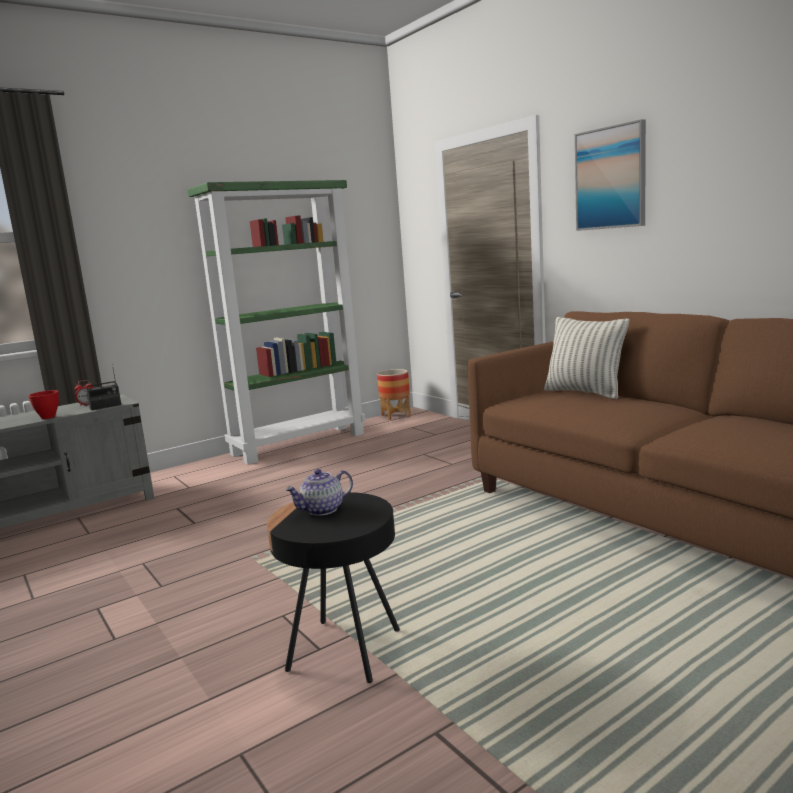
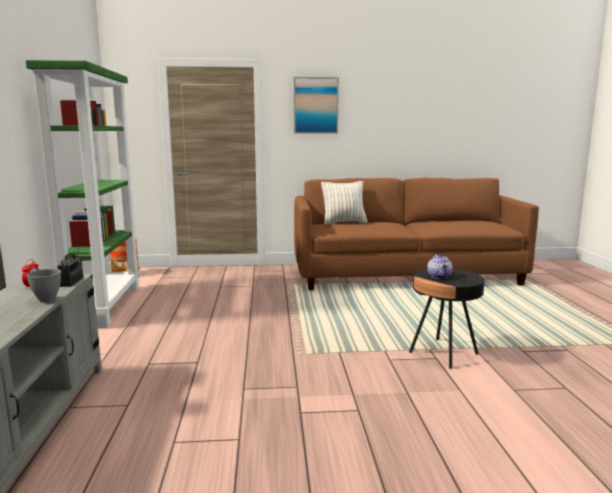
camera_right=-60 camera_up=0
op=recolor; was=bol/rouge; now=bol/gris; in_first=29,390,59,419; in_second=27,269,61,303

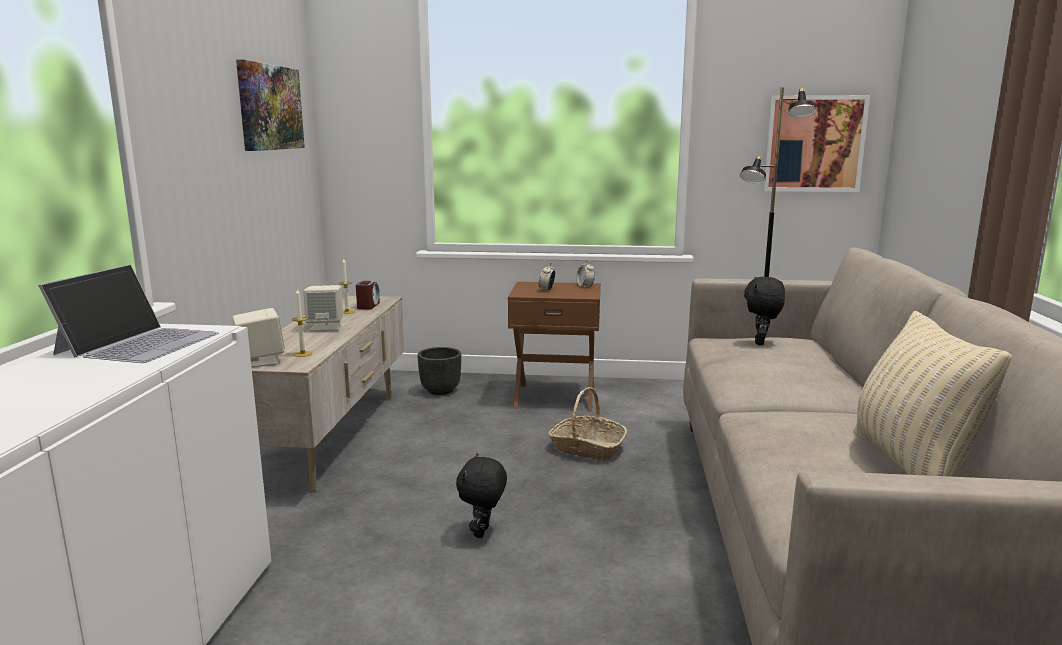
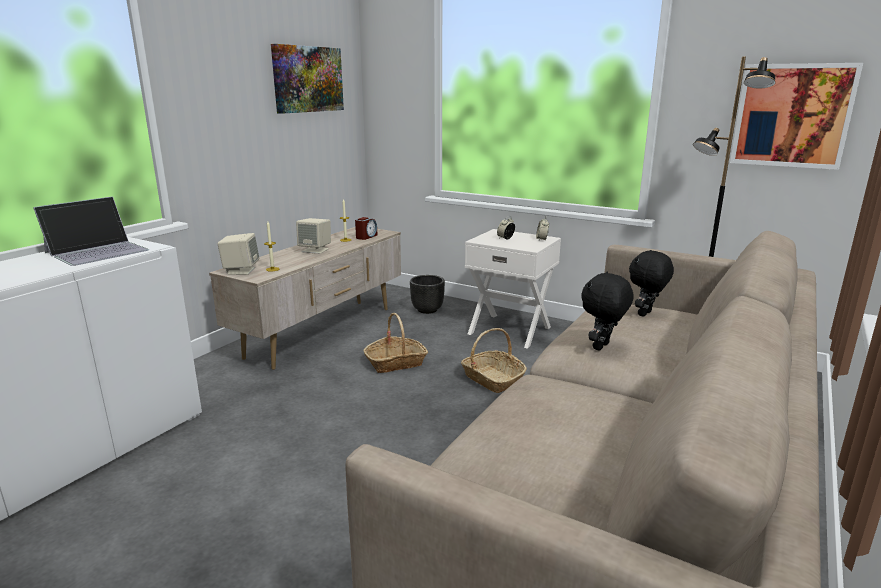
camera_right=25 camera_up=5
op=move; was=peluche/noir; in_first=456,453,507,538; in_second=581,272,634,351
op=recolor; was=table de chevet/marron; now=table de chevet/blanc; in_first=508,282,601,412; in_second=465,229,561,349
op=delete; was=coussin/beige; in_first=853,311,1012,477
op=insert; now=panier; in_second=364,313,428,373

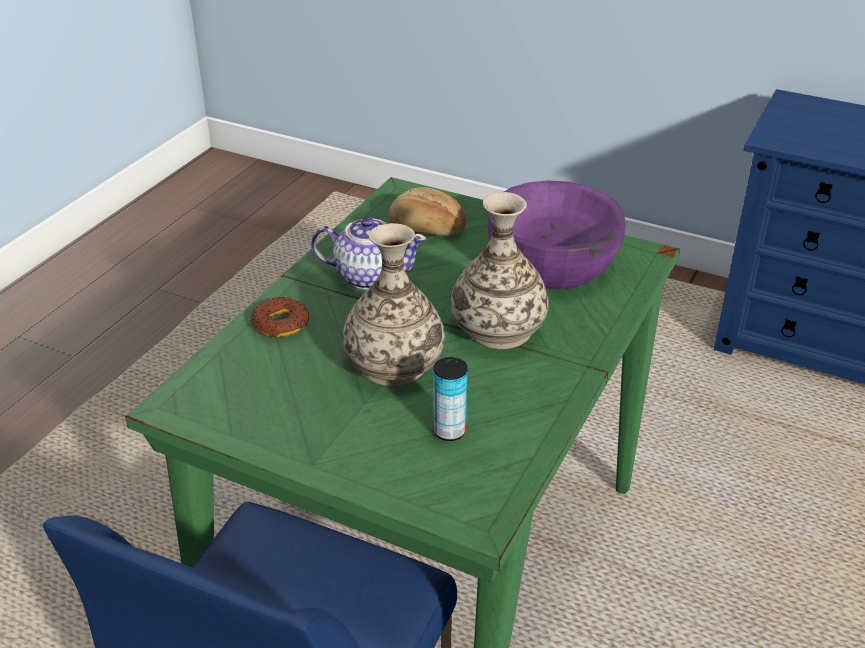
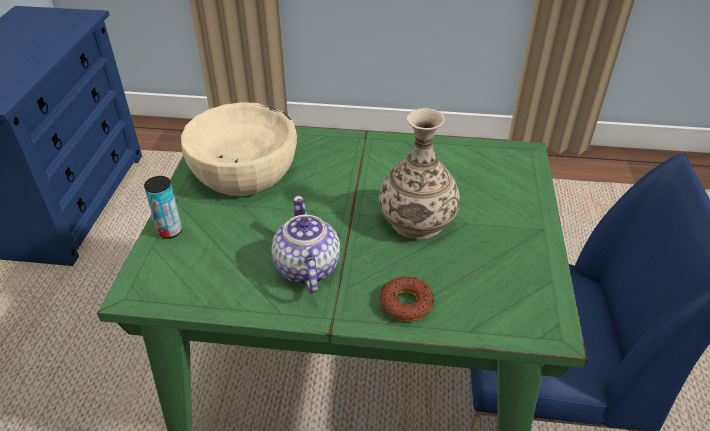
camera_right=-110 camera_up=5
op=delete; was=pain; in_first=389,187,466,236
op=move; was=boîte métallique; in_first=433,357,468,441; in_second=144,176,182,239
op=delete; was=vase; in_first=451,192,549,349
op=recolor; was=bol/violet; now=bol/beige; in_first=488,180,625,290; in_second=181,102,297,196

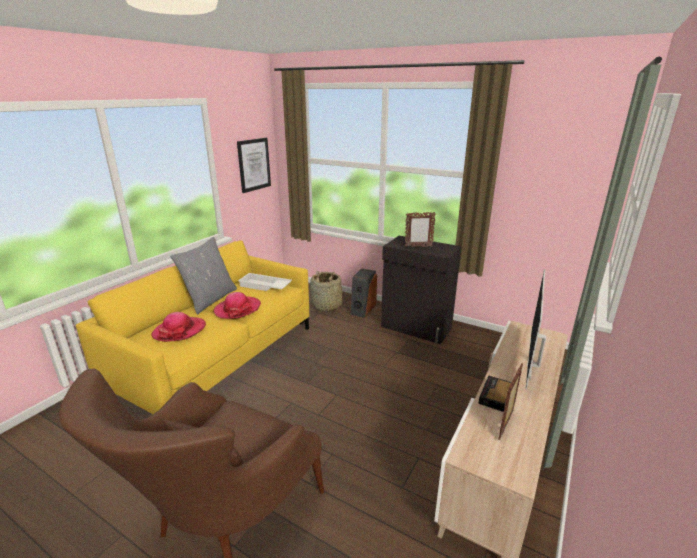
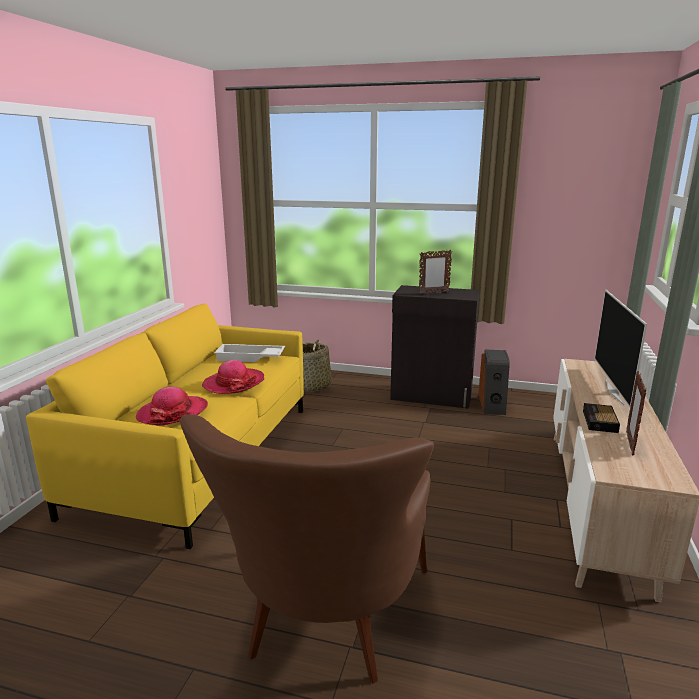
camera_right=-15 camera_up=-5
op=delete; was=coussin/gris; in_first=170,237,237,314
op=delete; was=tableau; in_first=237,138,271,193
op=move; was=enceinte; in_first=350,268,377,318; in_second=478,349,510,415

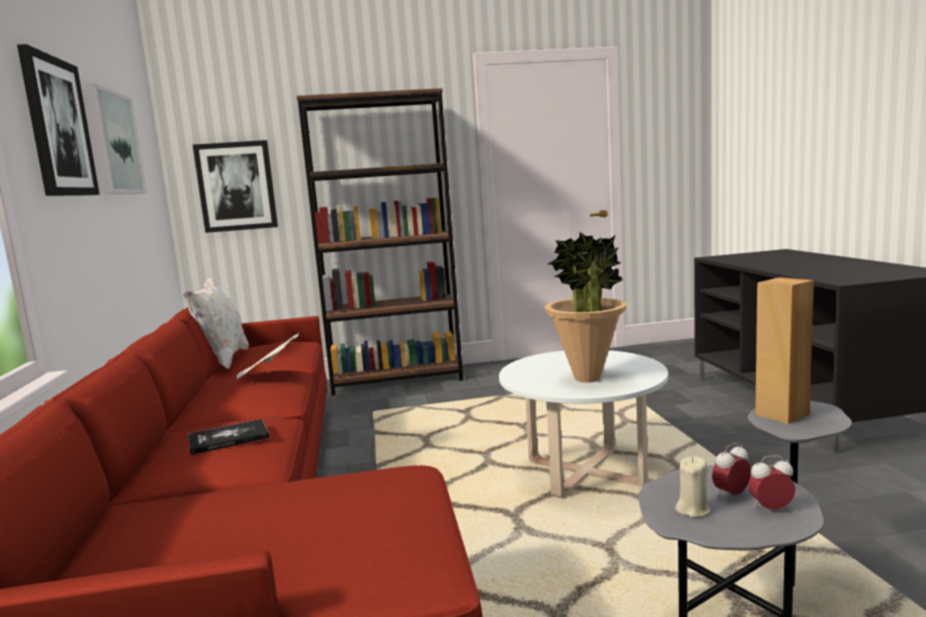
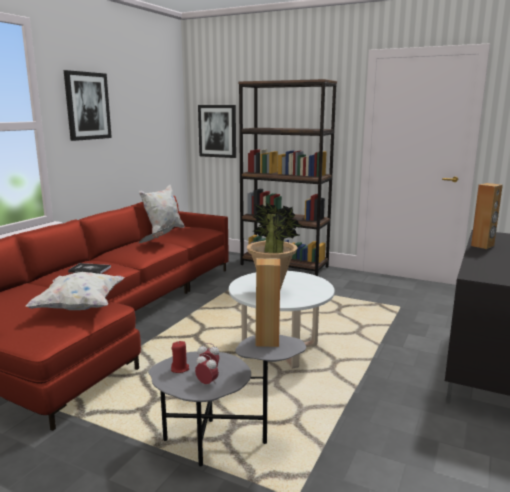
camera_right=35 camera_up=5
op=delete; was=tableau; in_first=86,83,147,194
op=recolor; was=bougie/beige; now=bougie/rouge; in_first=675,456,711,518; in_second=171,341,189,373
op=insert; now=coussin/blanc; in_second=26,272,125,310
op=insert; now=enceinte/marron; in_second=471,183,503,249

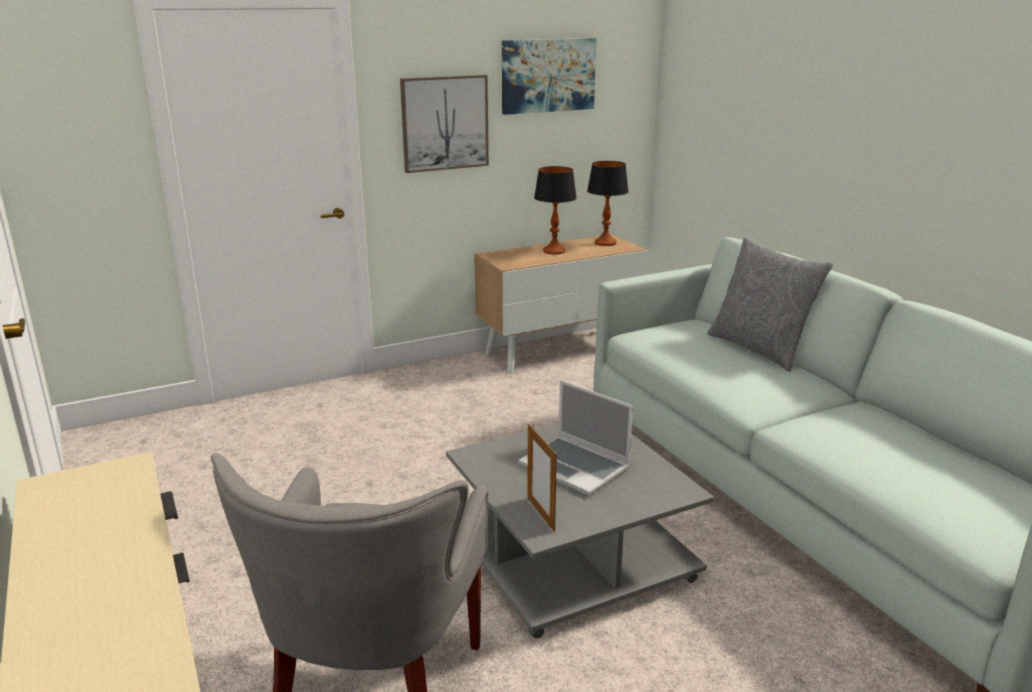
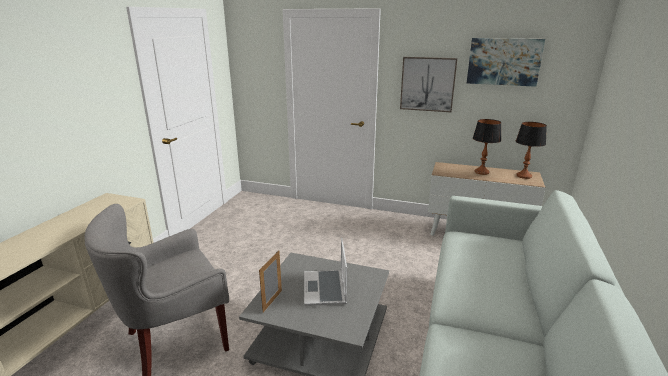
camera_right=45 camera_up=0
op=delete; was=coussin/gris; in_first=707,238,833,372

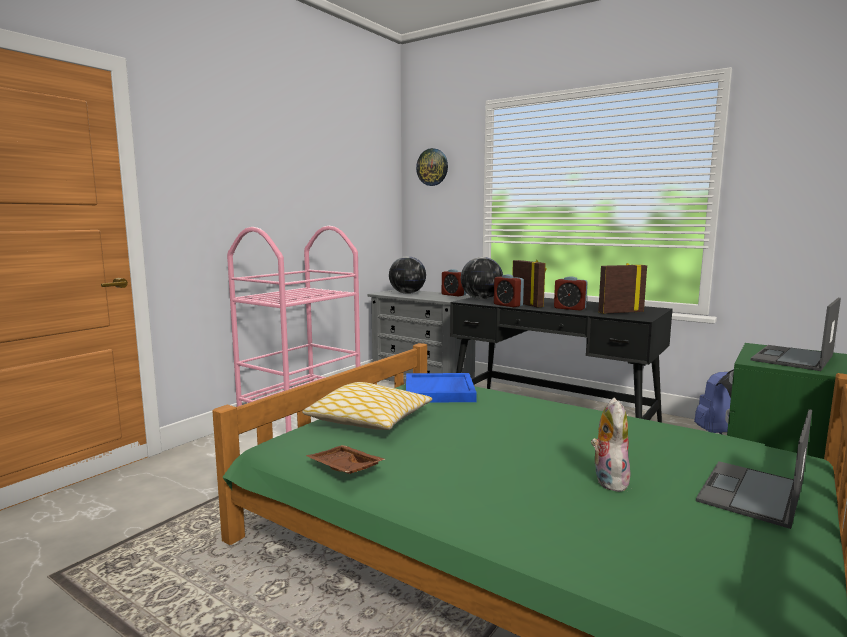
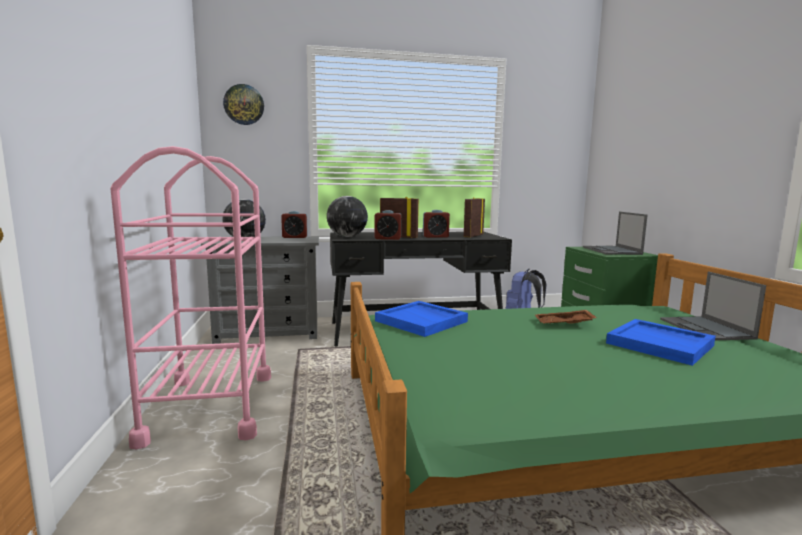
camera_right=-45 camera_up=0
op=delete; was=coussin; in_first=302,382,432,430
op=move; was=plateau/marron; in_first=306,445,385,474; in_second=535,310,597,324
op=replace; was=peluche; now=plateau/bleu; in_first=591,398,630,492; in_second=606,319,716,366

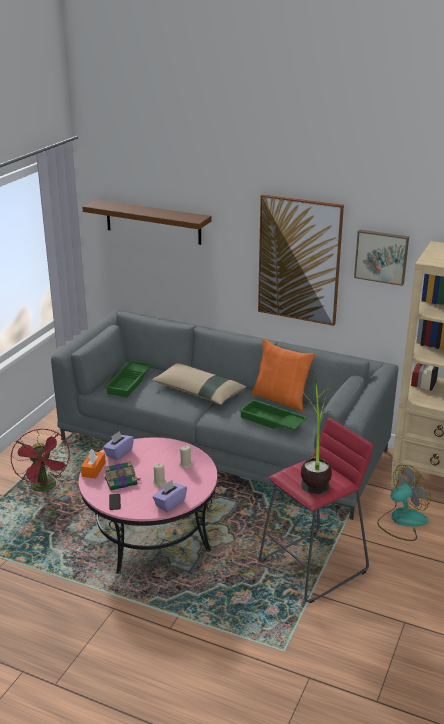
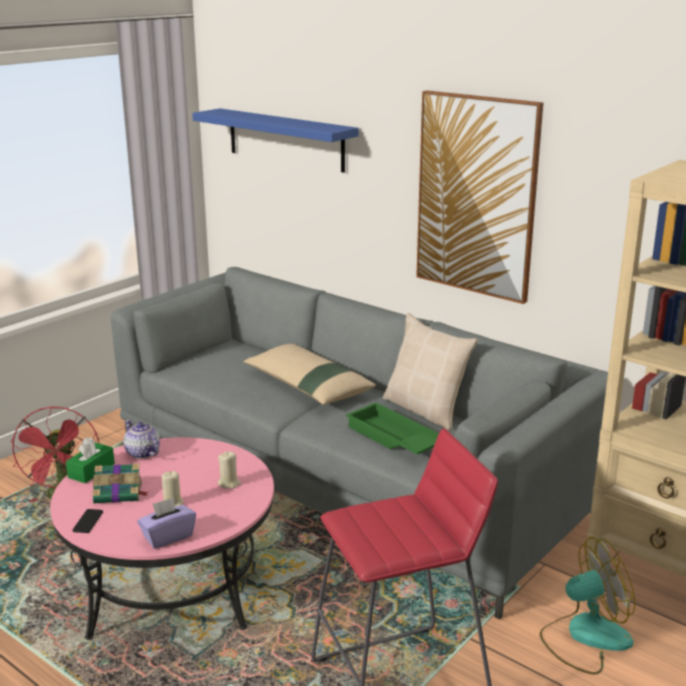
camera_right=15 camera_up=-5
op=recolor; was=boîte à mouchoirs/orange; now=boîte à mouchoirs/vert; in_first=81,449,106,479; in_second=66,437,115,484
op=recolor; was=étagère/marron; now=étagère/bleu; in_first=82,200,212,245; in_second=192,108,359,173
op=replace; was=boîte à mouchoirs/violet; now=théière; in_first=103,431,134,460; in_second=124,420,160,459
op=delete; was=plateau/vert; in_first=105,360,152,397
op=recolor; was=coussin/orange; now=coussin/beige; in_first=251,339,316,411; in_second=383,313,478,430
op=delete; was=plante en pot; in_first=301,368,334,494
op=delete; was=tableau; in_first=354,229,409,286

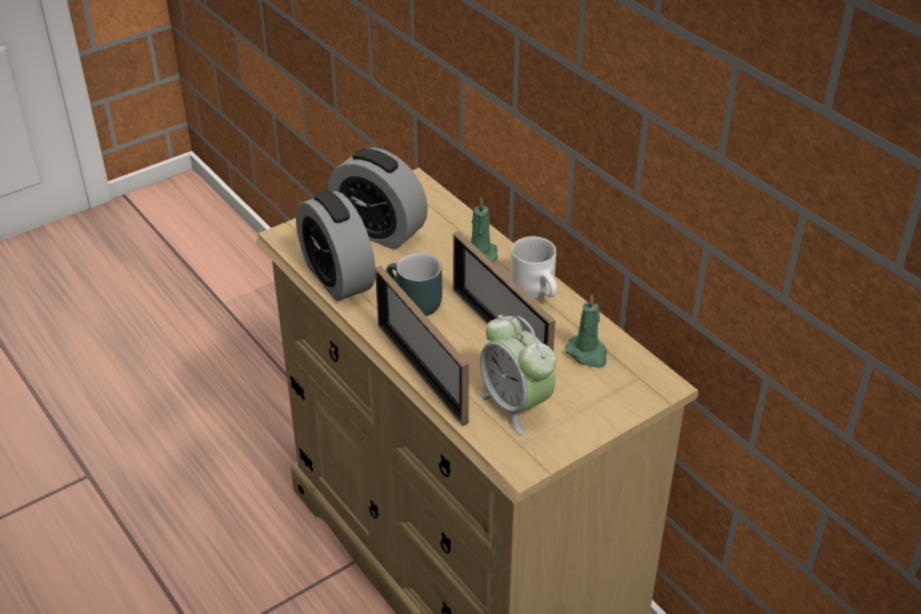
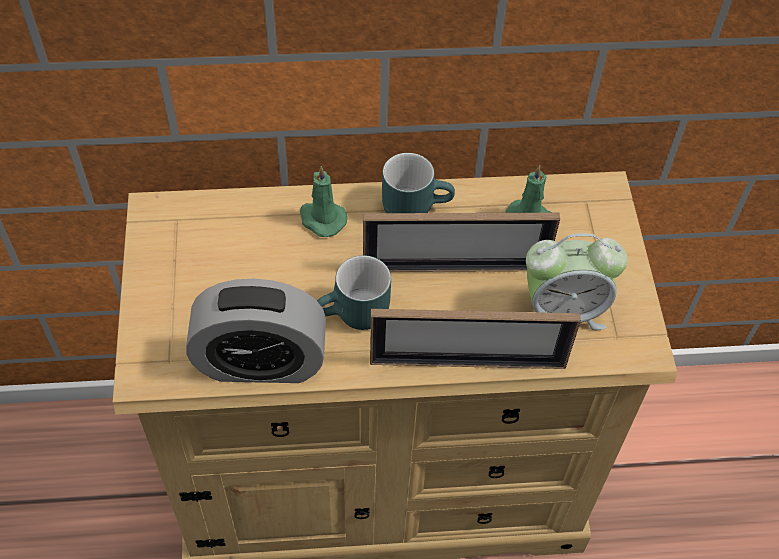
camera_right=-60 camera_up=15
op=delete; was=réveil; in_first=328,148,428,250
op=recolor; was=mug/blanc; now=mug/turquoise; in_first=511,236,557,299; in_second=382,153,455,213

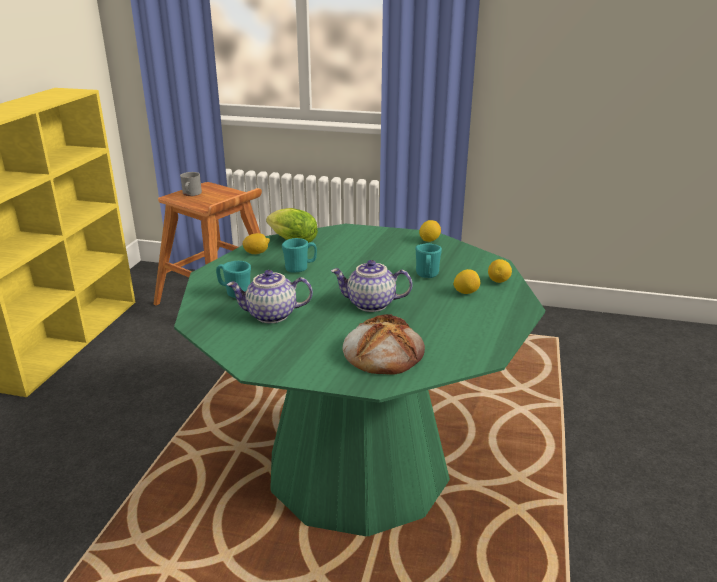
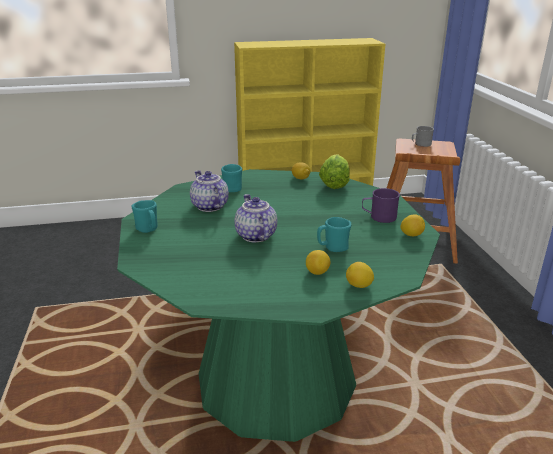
camera_right=65 camera_up=0
op=move; was=mug/turquoise; in_first=282,238,317,273; in_second=131,200,158,233
op=delete; was=pain; in_first=343,314,425,374
op=insert; now=mug/violet; in_second=362,188,400,223

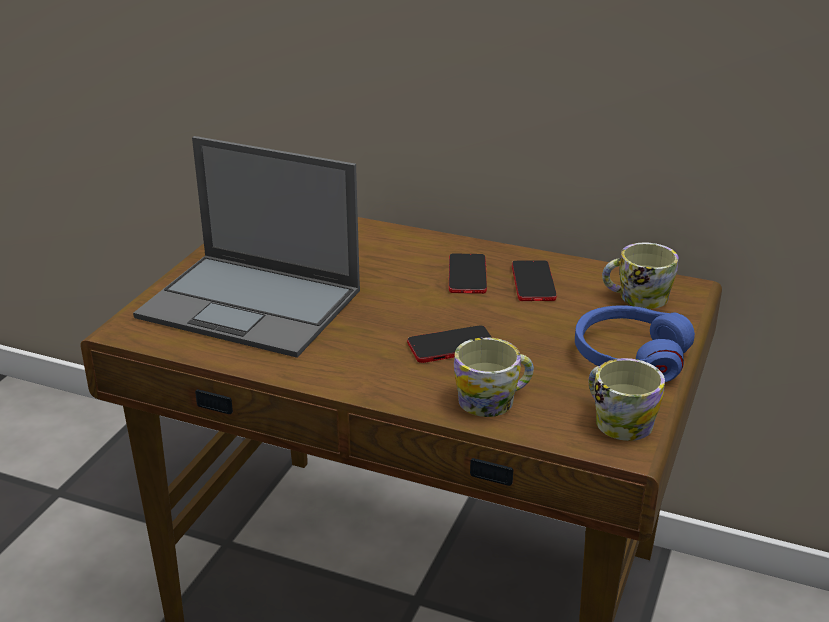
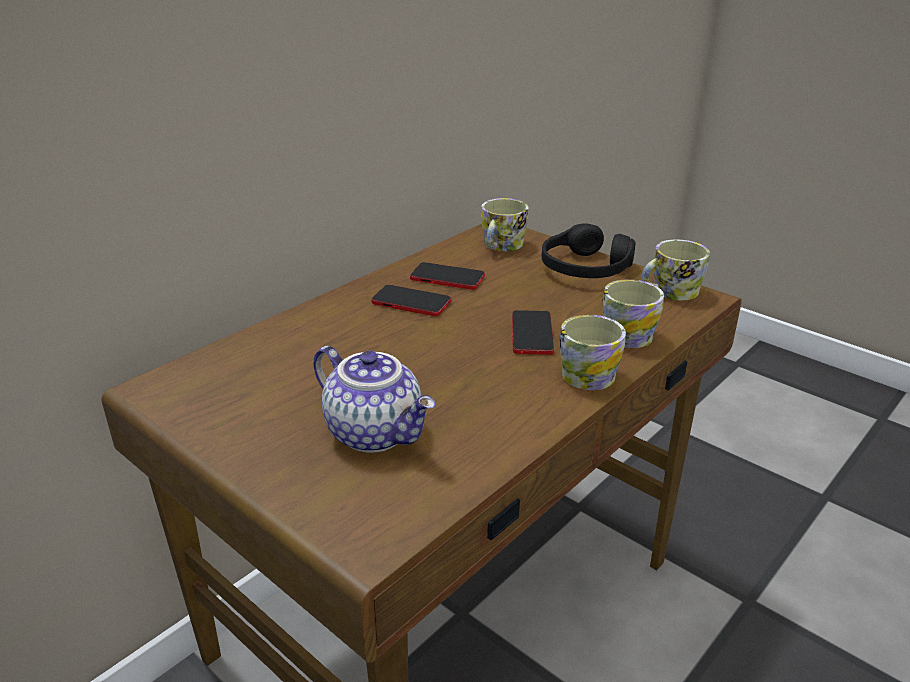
camera_right=-70 camera_up=0
op=replace; was=ordinateur portable; now=théière; in_first=133,136,360,358; in_second=314,346,435,453
op=recolor; was=casque audio/bleu; now=casque audio/noir; in_first=575,305,695,382; in_second=542,224,636,278
op=insert; now=mug; in_second=560,315,626,390

